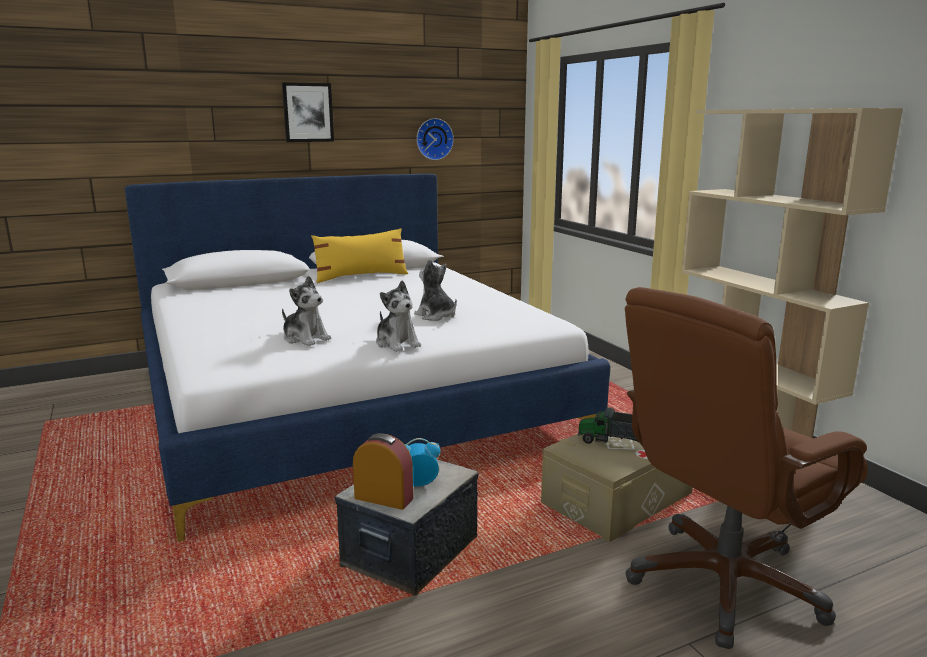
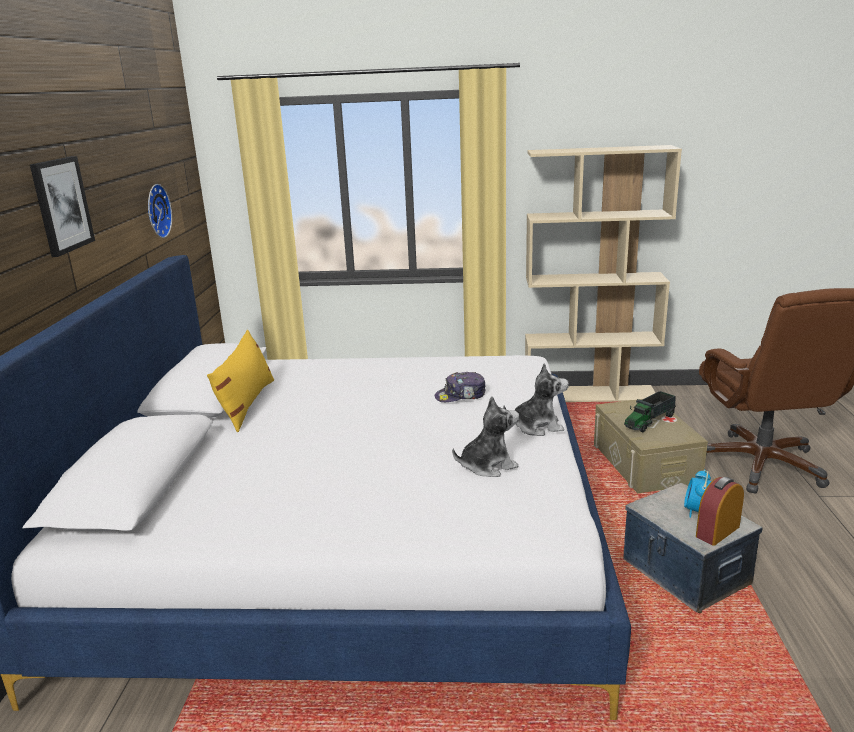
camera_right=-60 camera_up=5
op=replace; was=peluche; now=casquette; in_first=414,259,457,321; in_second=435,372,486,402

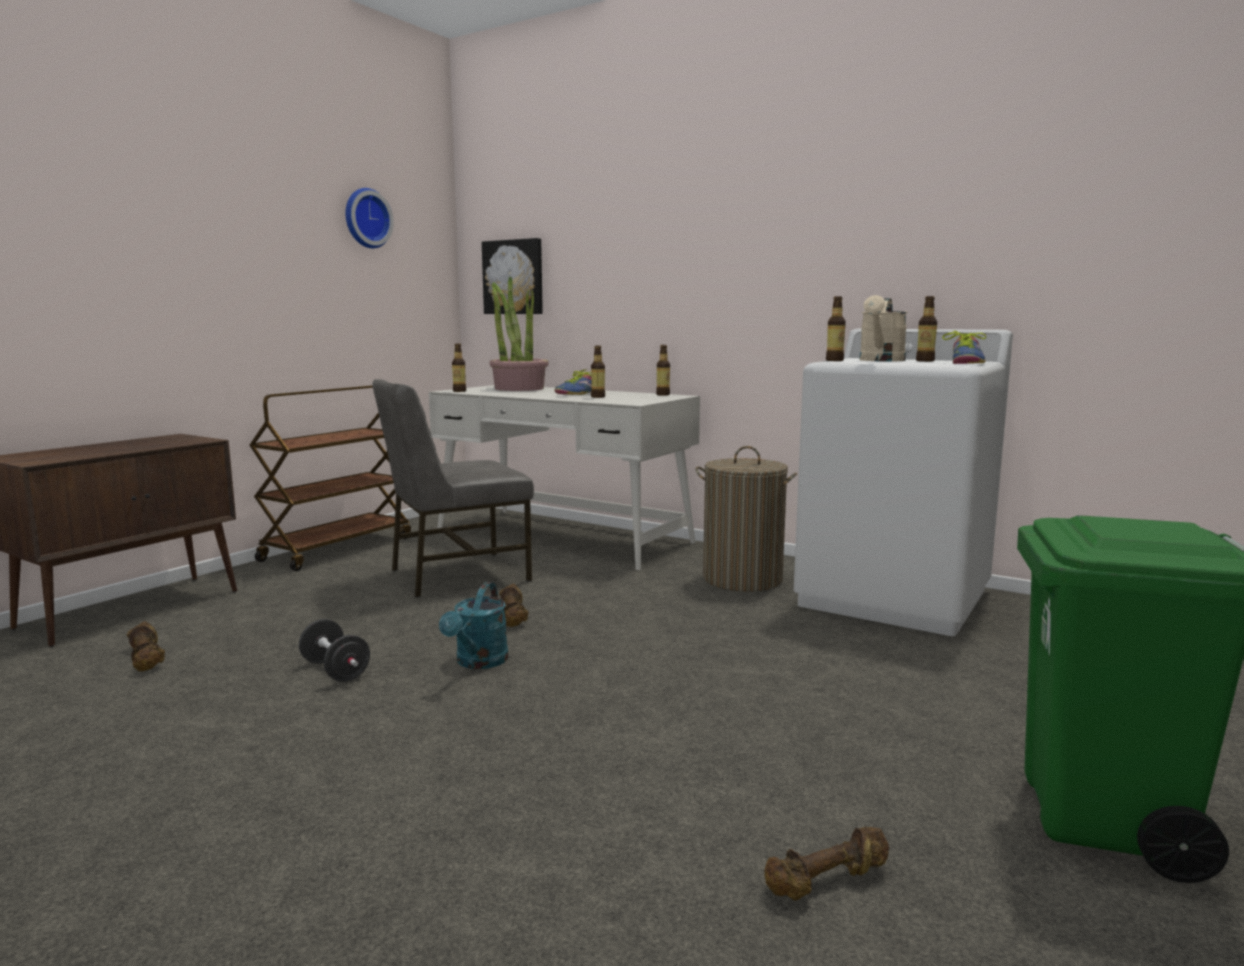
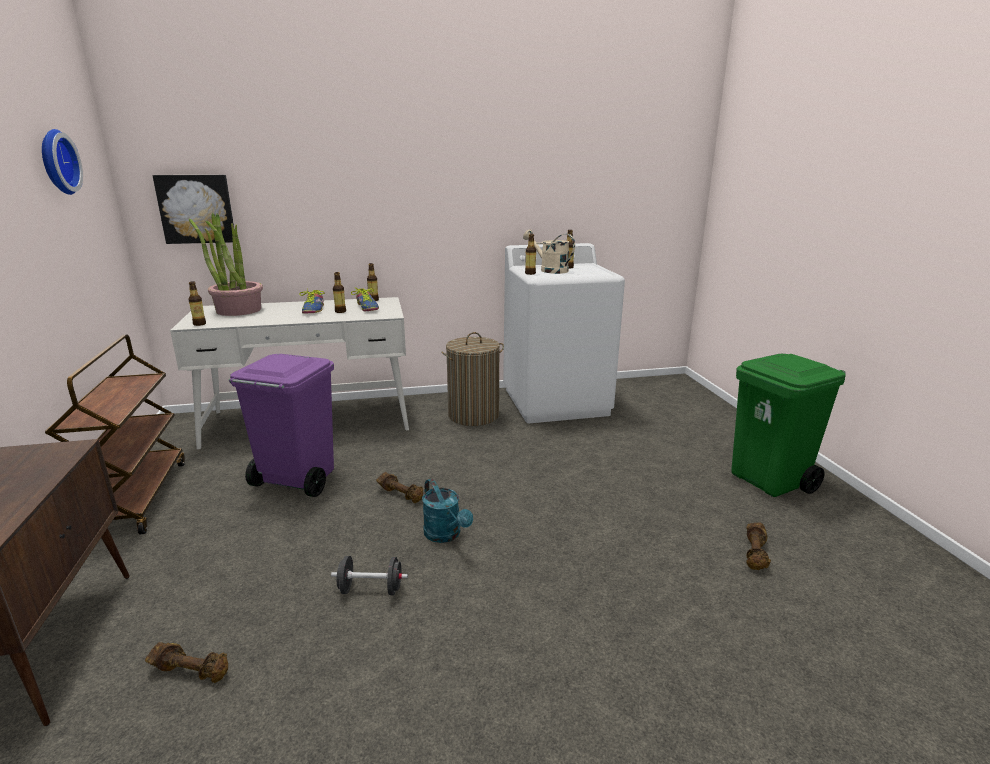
camera_right=-45 camera_up=10
op=replace; was=chaise/gris; now=poubelle/violet; in_first=372,379,534,598; in_second=229,354,334,497
op=rotate; was=arrosoir/beige; in_first=859,295,907,362; in_second=523,229,575,274; clockwise=150
op=move; was=chaussure; in_first=943,331,986,364; in_second=351,287,379,311

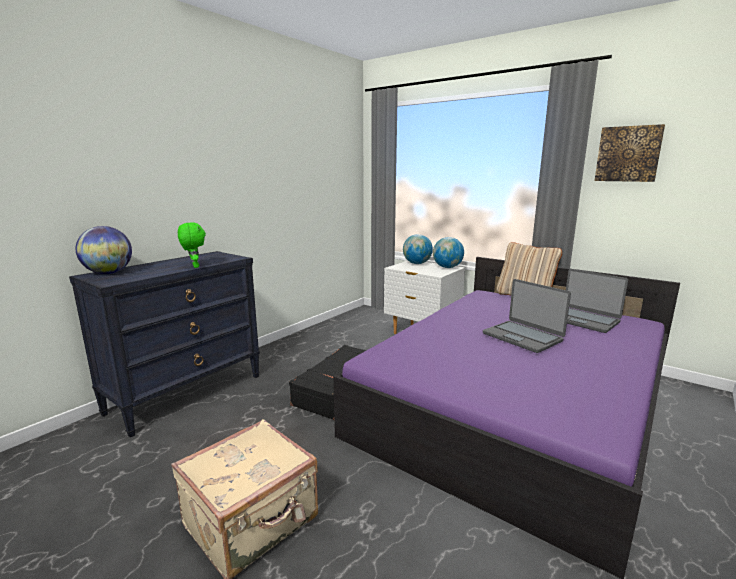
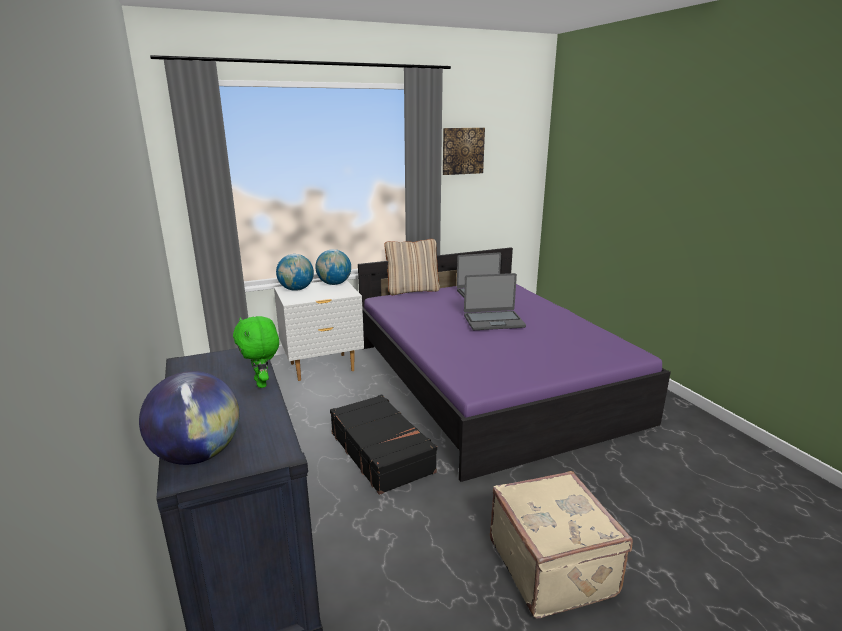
camera_right=-60 camera_up=5
op=rotate; was=peluche/vert; in_first=178,222,206,268; in_second=233,316,279,388; clockwise=-120

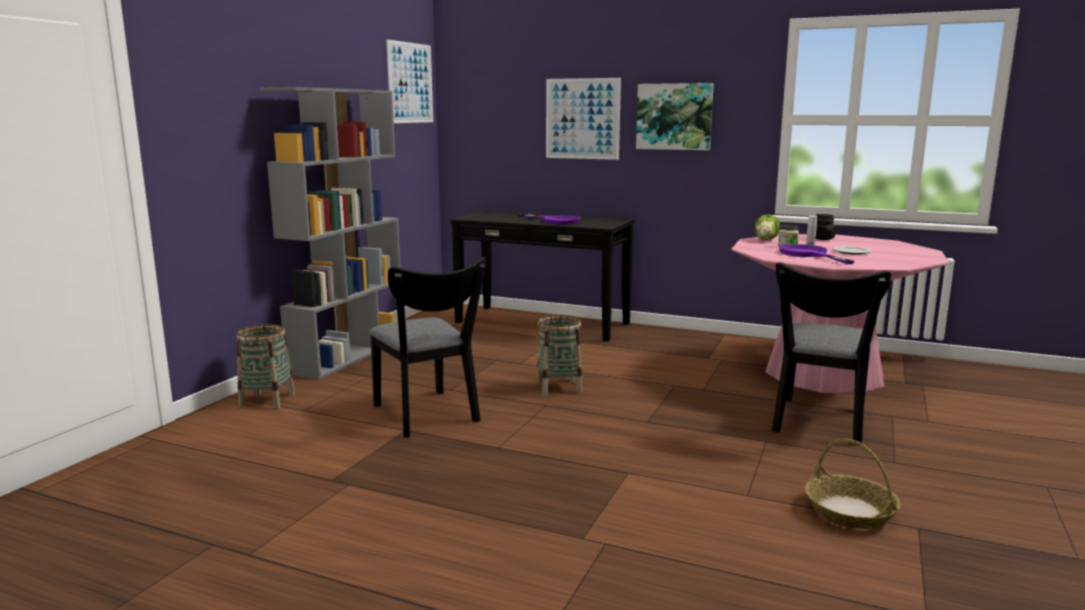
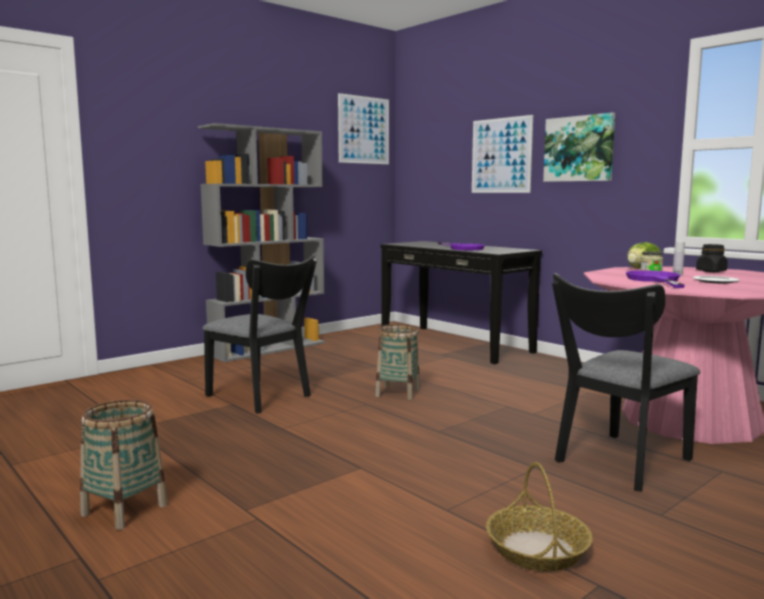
camera_right=25 camera_up=-5
op=move; was=panier; in_first=237,324,295,409; in_second=80,399,168,530
op=rotate; was=chaise/noir; in_first=369,257,486,438; in_second=202,253,317,414; clockwise=-45

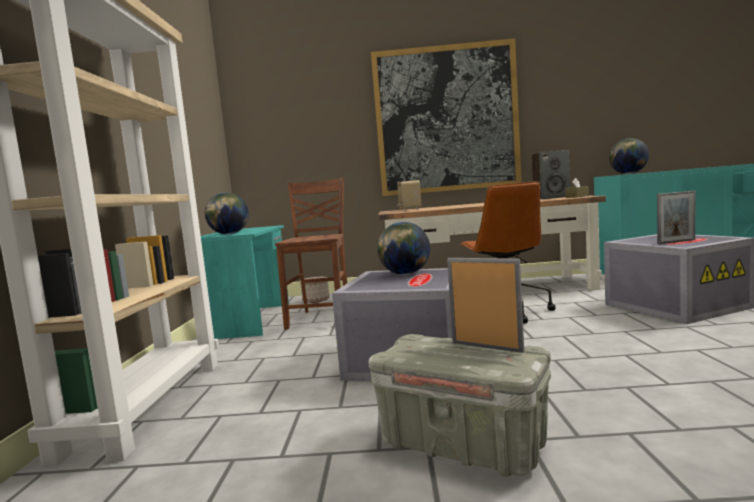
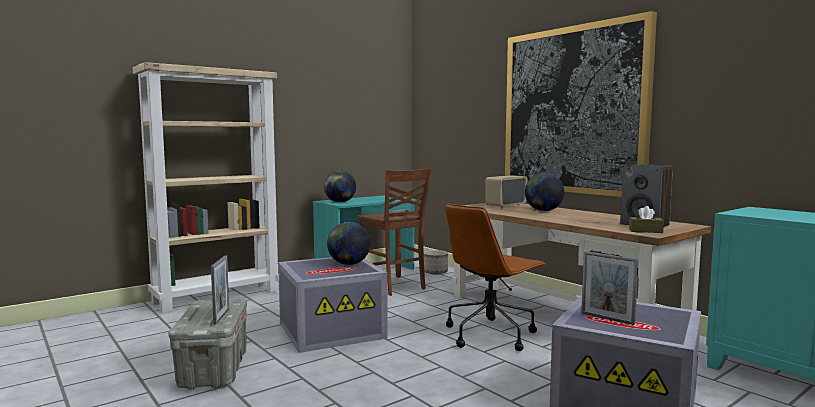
camera_right=50 camera_up=0
op=rotate; was=chaise/marron; in_first=275,178,347,330; in_second=358,168,432,296; clockwise=90
op=move; was=globe; in_first=609,138,649,174; in_second=525,173,564,211

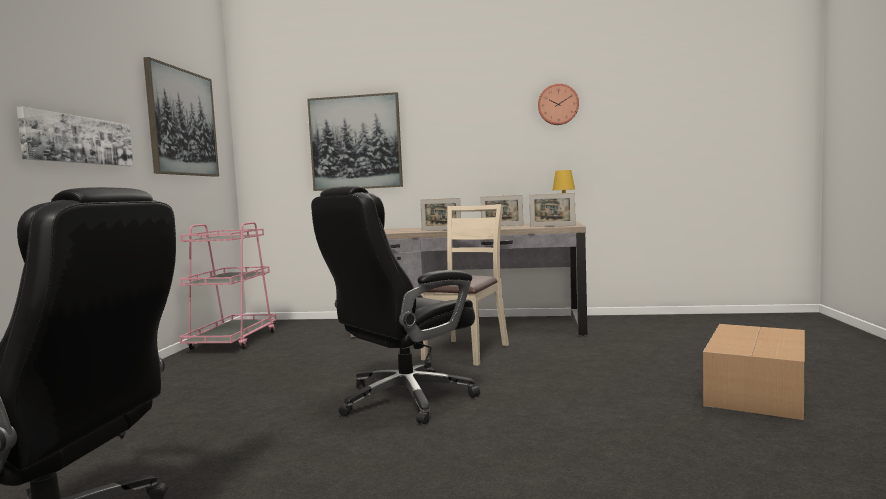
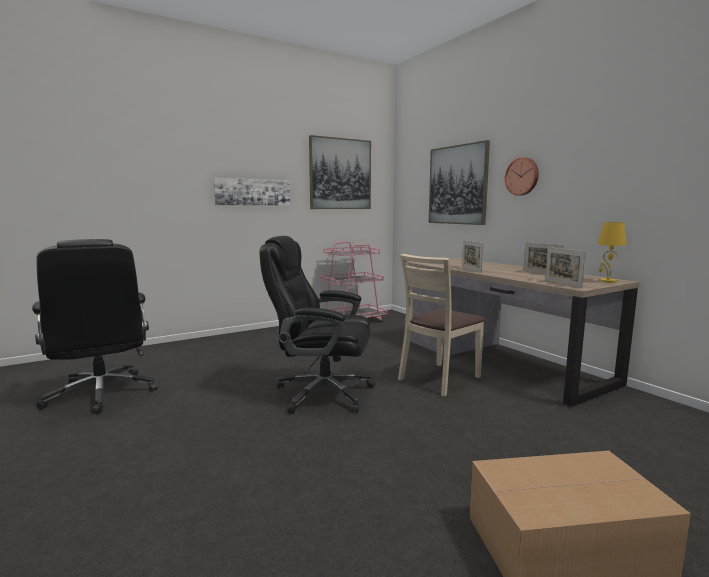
camera_right=50 camera_up=5
op=rotate; was=chaise/beige; in_first=418,204,509,366; in_second=398,254,486,397; clockwise=150
op=move; was=horloge murale; in_first=538,83,579,125; in_second=505,157,539,196

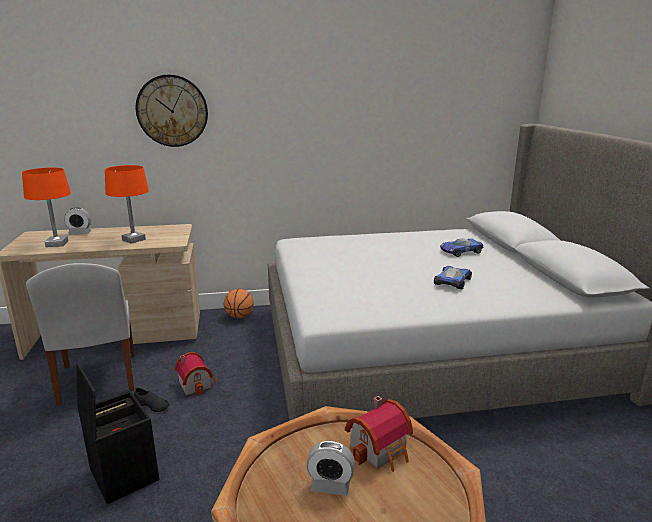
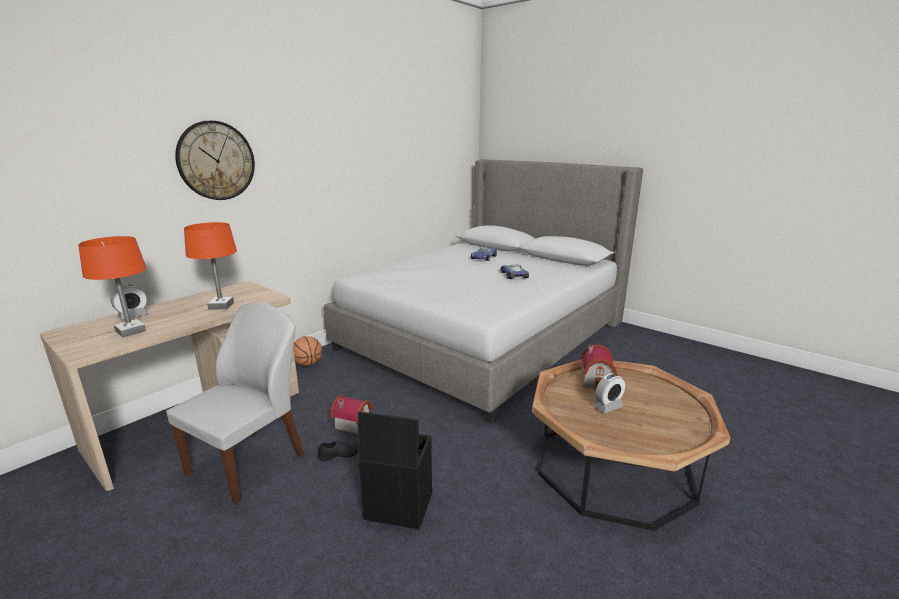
camera_right=-40 camera_up=0
op=rotate; was=chaise/blanc; in_first=26,263,134,405; in_second=166,302,304,504; clockwise=-90

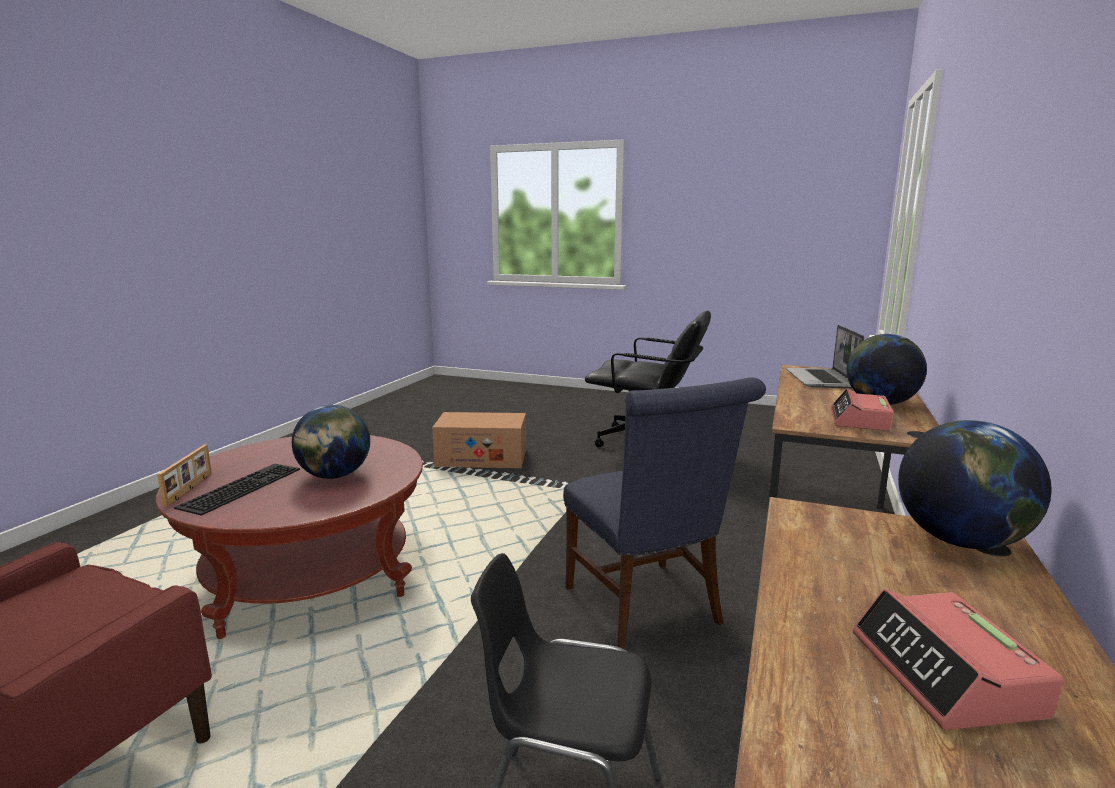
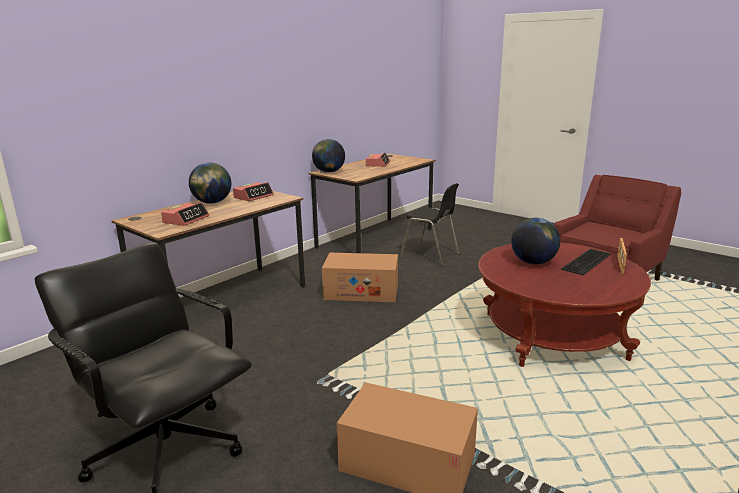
camera_right=-160 camera_up=5
op=replace; was=chaise/bleu; now=carton; in_first=563,377,766,649; in_second=322,253,398,302
op=replace; was=ordinateur portable; now=réveil; in_first=786,325,864,388; in_second=161,202,209,226

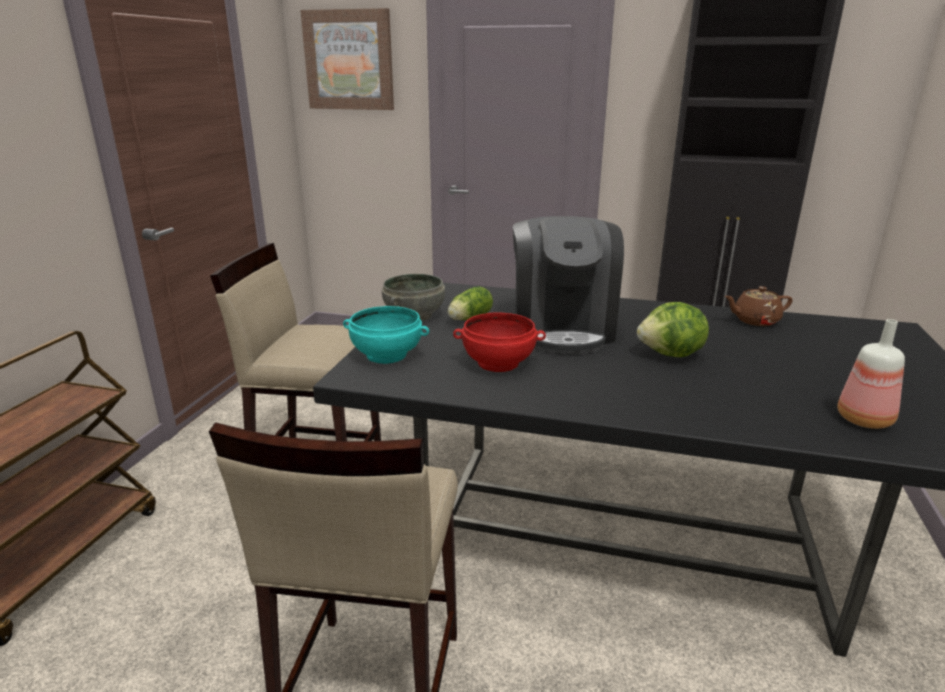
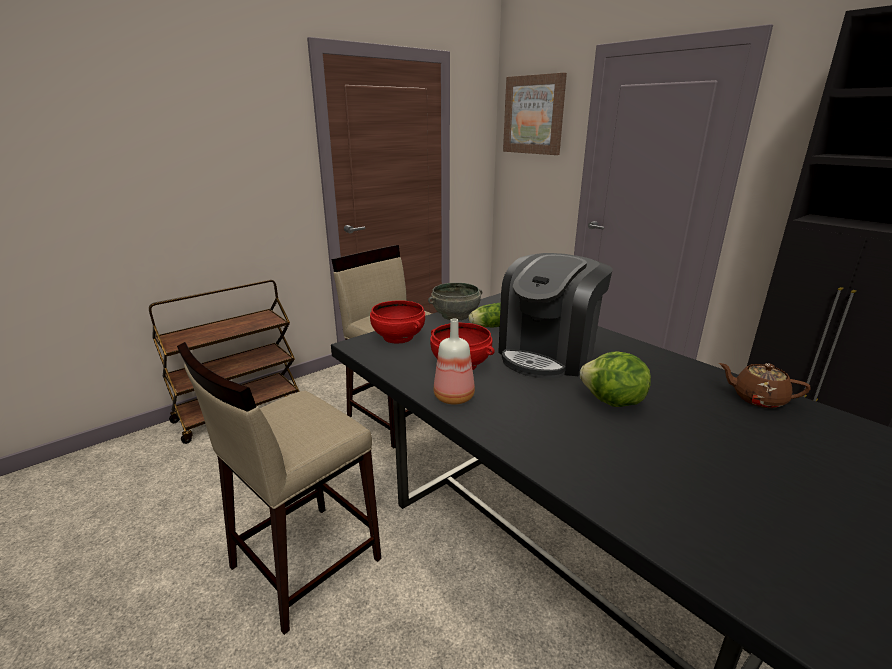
camera_right=35 camera_up=0
op=recolor; was=bol/turquoise; now=bol/rouge; in_first=343,306,429,364; in_second=370,300,425,343
op=move; was=bouteille; in_first=837,319,905,429; in_second=434,318,475,404

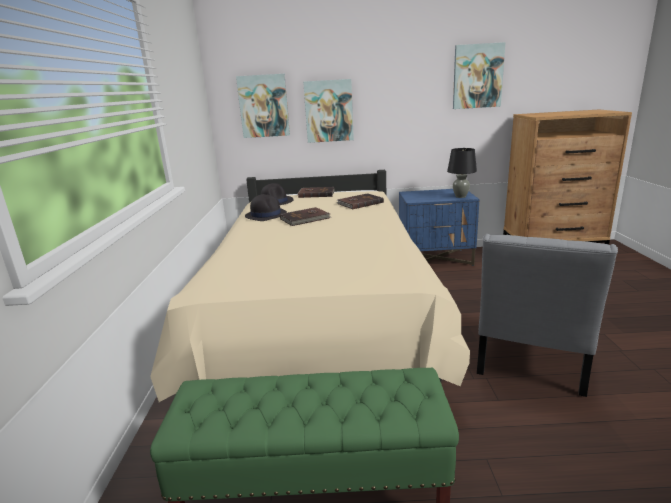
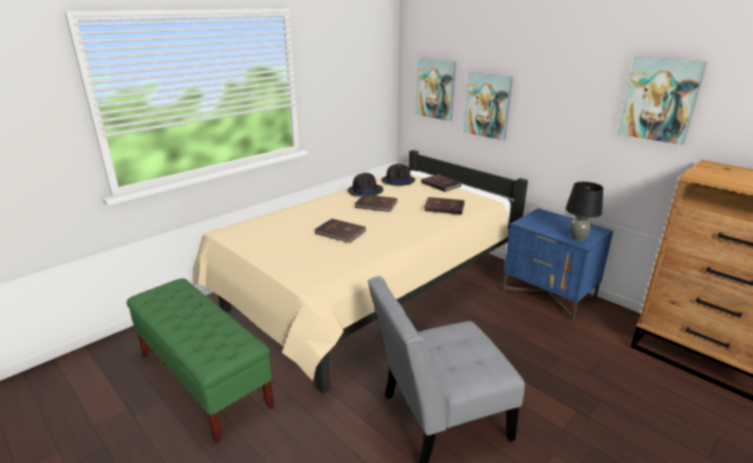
camera_right=45 camera_up=5
op=insert; now=livre/marron; in_second=314,218,366,243

